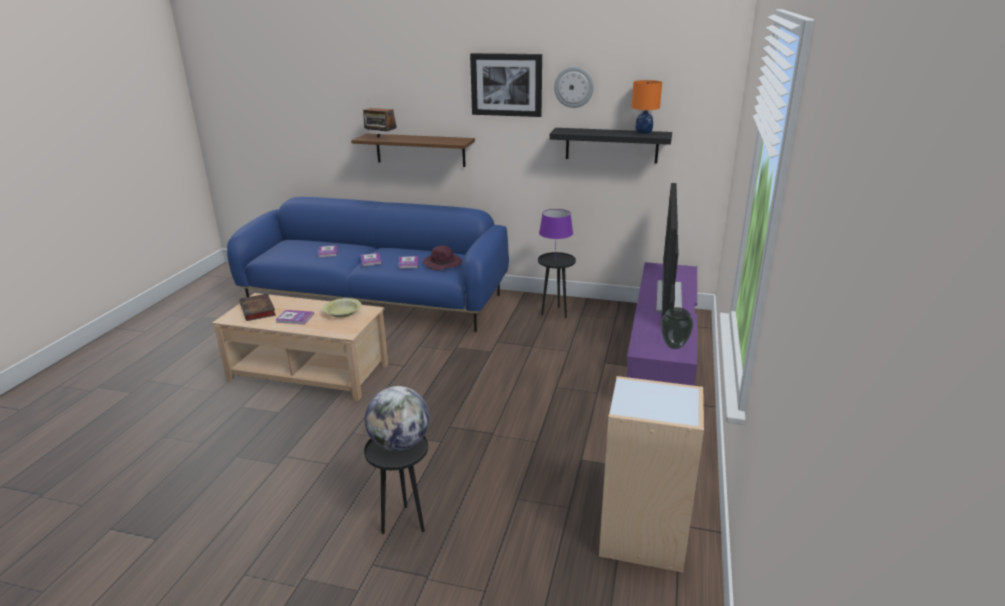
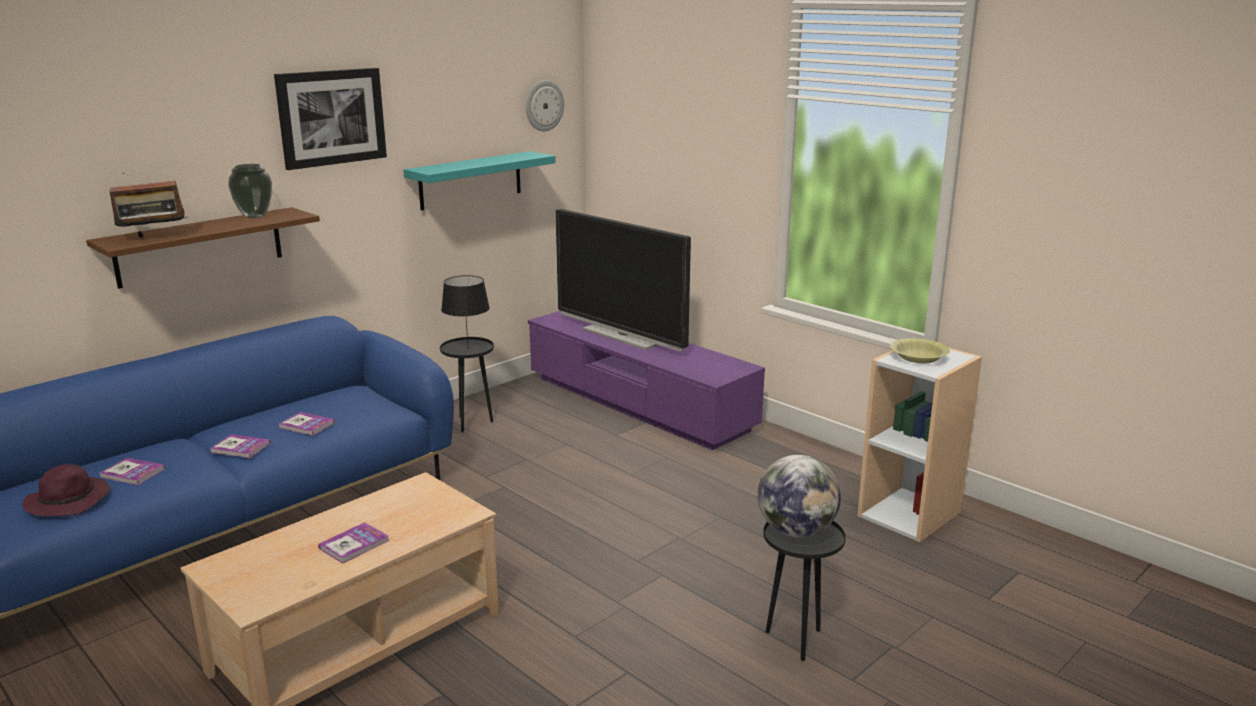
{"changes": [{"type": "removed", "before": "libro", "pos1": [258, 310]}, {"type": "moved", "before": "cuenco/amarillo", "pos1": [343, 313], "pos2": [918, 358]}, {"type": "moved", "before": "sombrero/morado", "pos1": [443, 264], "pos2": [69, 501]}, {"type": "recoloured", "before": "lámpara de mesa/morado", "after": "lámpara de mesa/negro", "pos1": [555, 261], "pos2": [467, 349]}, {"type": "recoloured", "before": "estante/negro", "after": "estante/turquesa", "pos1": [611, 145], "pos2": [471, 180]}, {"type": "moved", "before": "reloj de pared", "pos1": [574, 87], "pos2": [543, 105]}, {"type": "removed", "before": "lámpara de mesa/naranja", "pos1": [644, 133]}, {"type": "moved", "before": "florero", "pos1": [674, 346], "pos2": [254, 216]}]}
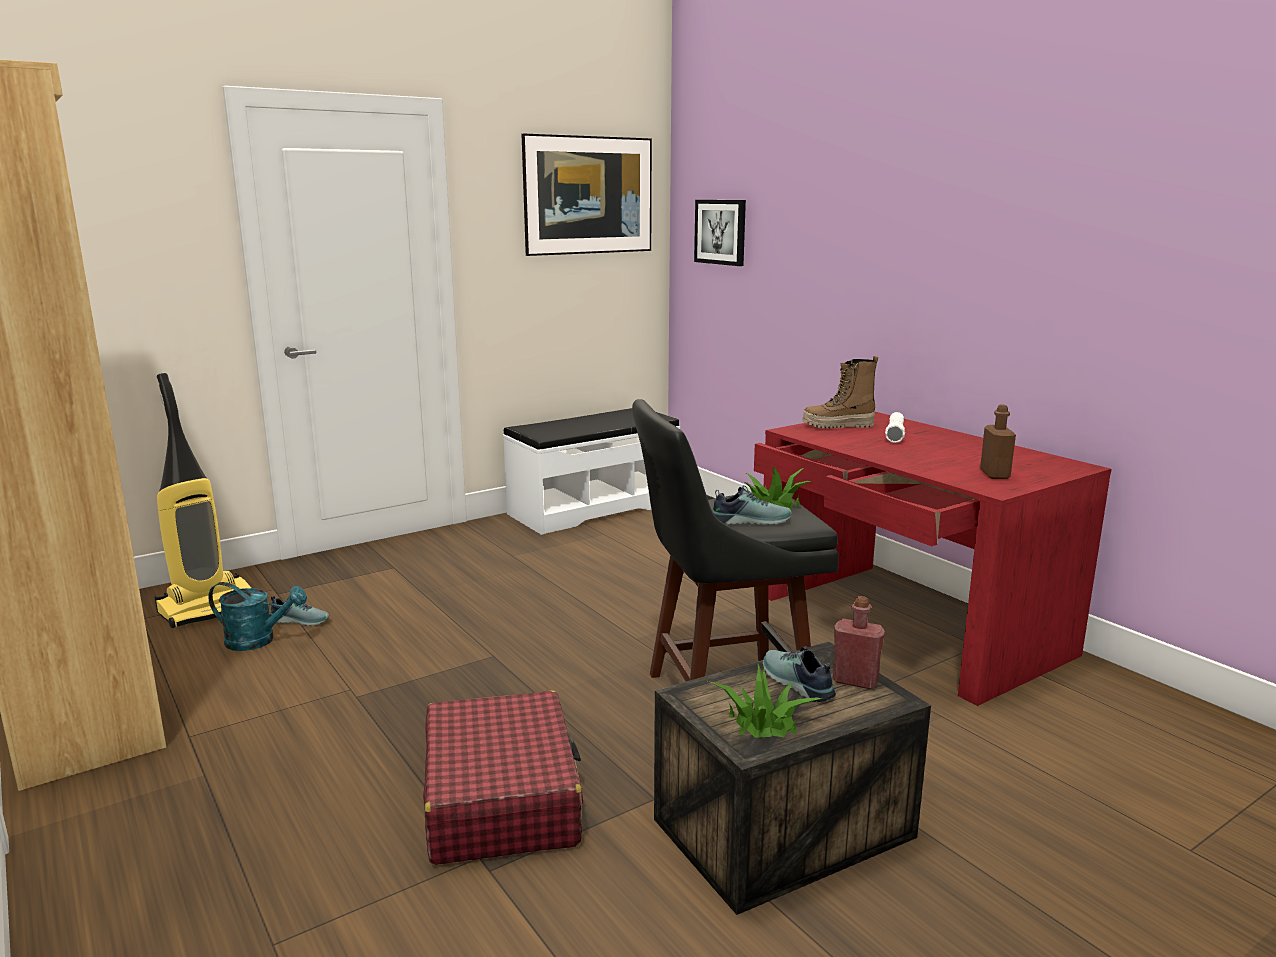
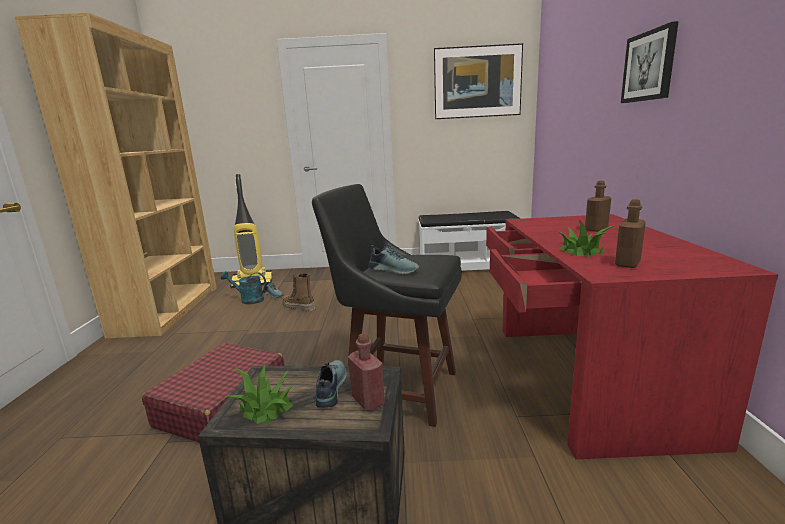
{"changes": [{"type": "turned", "before": "regadera/turquesa", "pos1": [258, 641], "pos2": [248, 300], "turn": 150}, {"type": "moved", "before": "cuadro", "pos1": [721, 232], "pos2": [649, 66]}, {"type": "moved", "before": "planta en maceta", "pos1": [774, 504], "pos2": [581, 251]}, {"type": "moved", "before": "bota", "pos1": [838, 426], "pos2": [299, 307]}, {"type": "replaced", "before": "linterna/blanco", "after": "botella/marrón", "pos1": [895, 435], "pos2": [596, 229]}]}
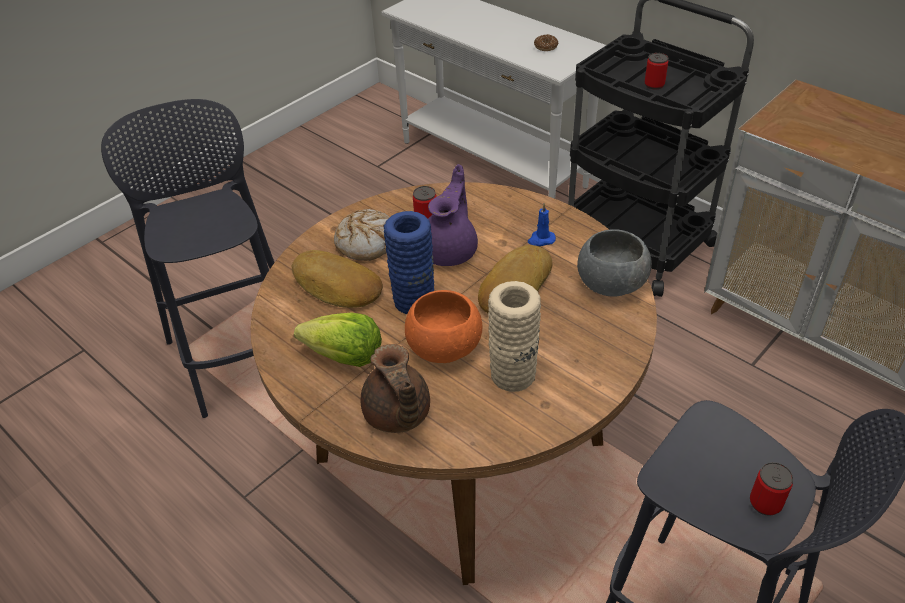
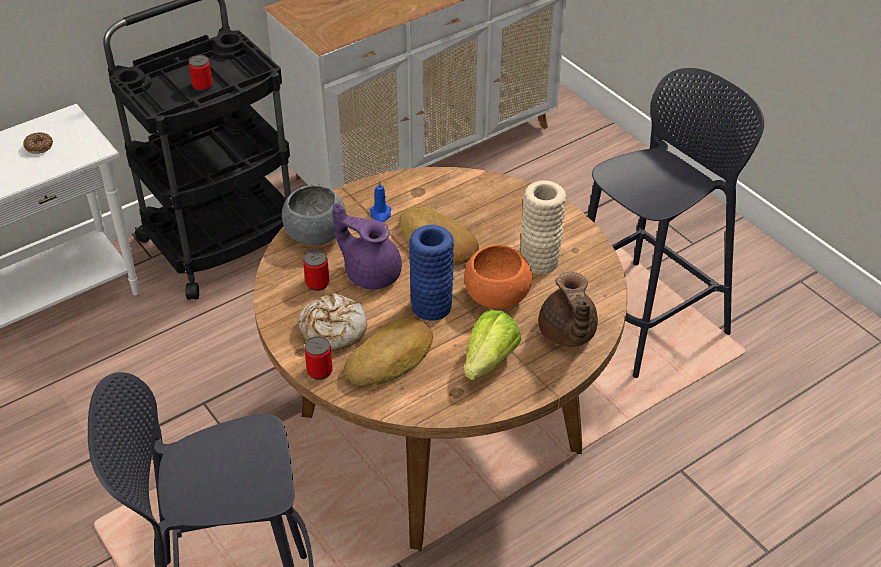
{"changes": [{"type": "turned", "before": "tetera/marrón", "pos1": [397, 415], "pos2": [567, 334], "turn": 90}, {"type": "moved", "before": "cuenco/gris", "pos1": [611, 283], "pos2": [315, 233]}, {"type": "moved", "before": "lata", "pos1": [765, 503], "pos2": [319, 371]}]}
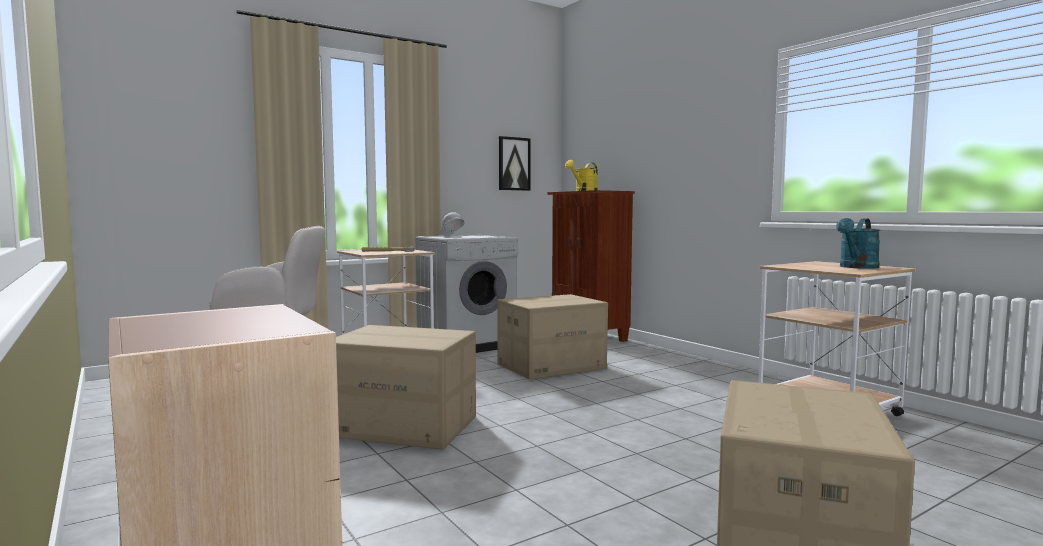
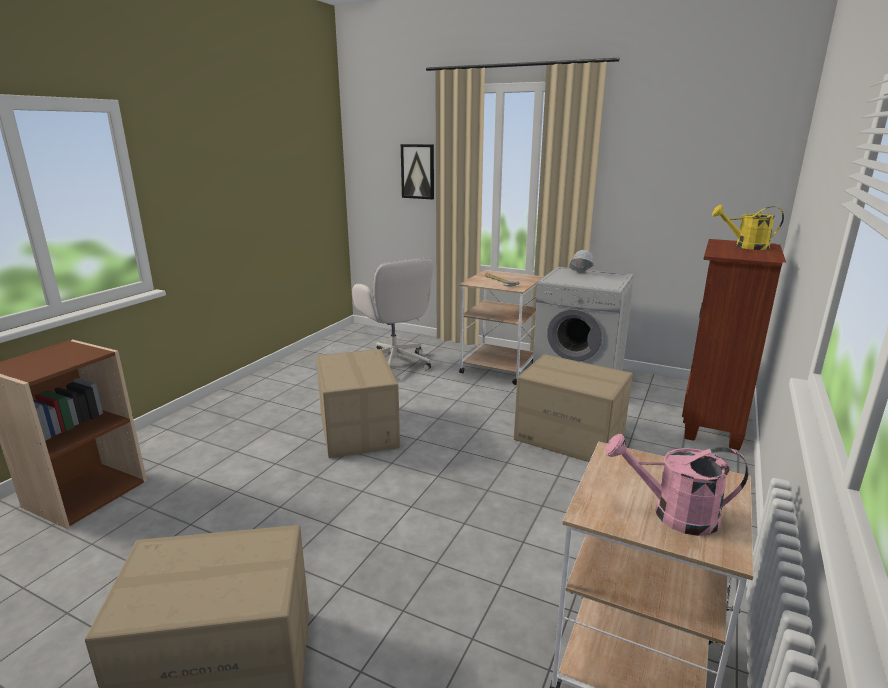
{"changes": [{"type": "moved", "before": "cuadro", "pos1": [514, 164], "pos2": [418, 171]}, {"type": "recoloured", "before": "regadera/turquesa", "after": "regadera/rosa", "pos1": [856, 267], "pos2": [673, 514]}]}
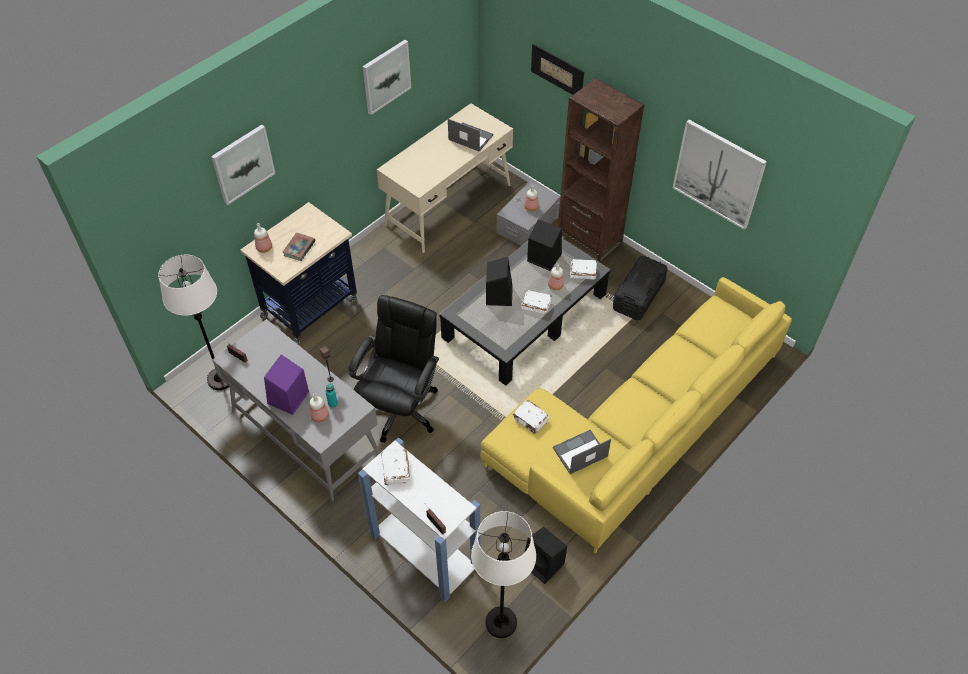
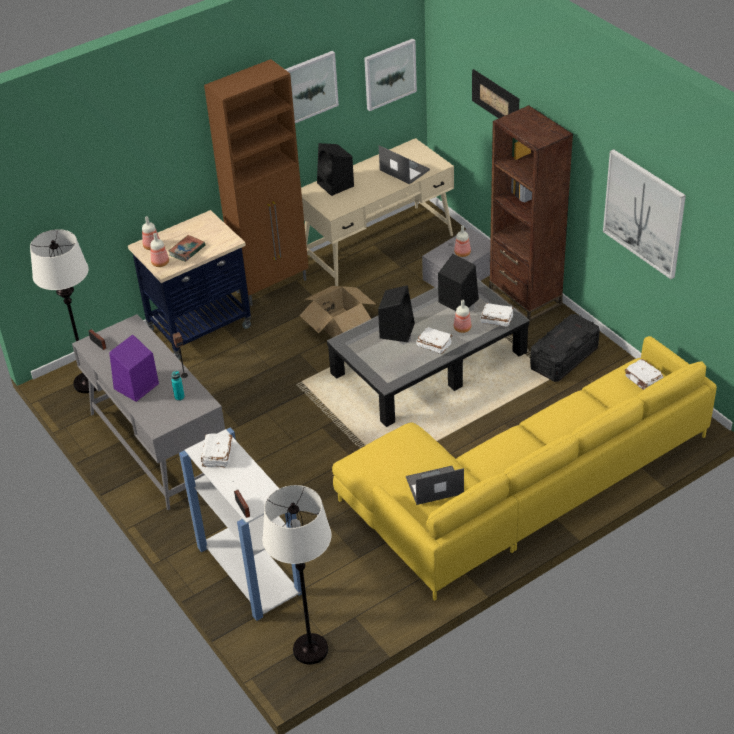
{"changes": [{"type": "moved", "before": "cuadro", "pos1": [243, 164], "pos2": [389, 74]}, {"type": "moved", "before": "botella", "pos1": [320, 415], "pos2": [161, 263]}, {"type": "removed", "before": "silla de oficina/negro", "pos1": [400, 409]}, {"type": "moved", "before": "libro/blanco", "pos1": [531, 420], "pos2": [643, 380]}, {"type": "moved", "before": "altavoz/negro", "pos1": [544, 564], "pos2": [336, 185]}, {"type": "added", "after": "armario/marrón", "pos2": [272, 286]}, {"type": "added", "after": "caja de cartón", "pos2": [338, 323]}]}
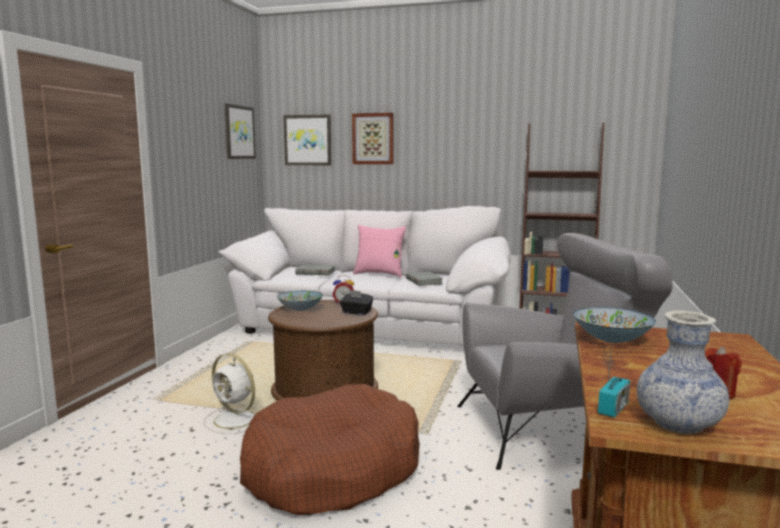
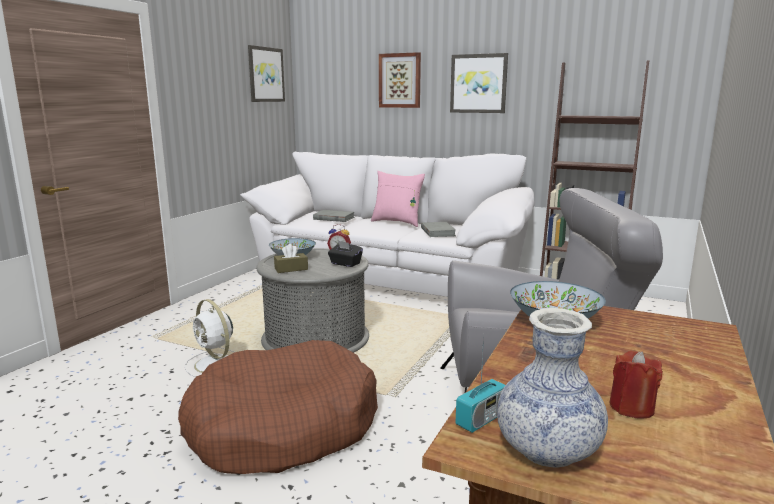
{"changes": [{"type": "recoloured", "before": "mesa de centro/marrón", "after": "mesa de centro/gris", "pos1": [325, 388], "pos2": [315, 338]}, {"type": "moved", "before": "cuadro", "pos1": [308, 140], "pos2": [478, 83]}, {"type": "added", "after": "caja de pañuelos/marrón", "pos2": [291, 269]}]}
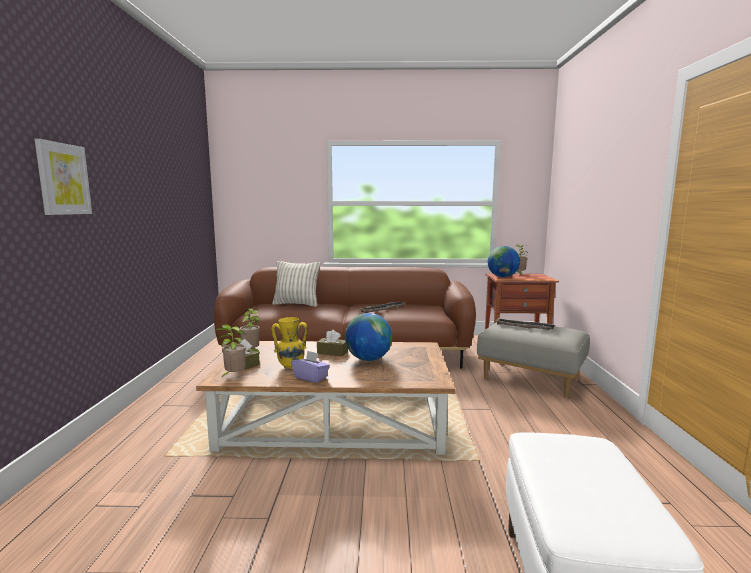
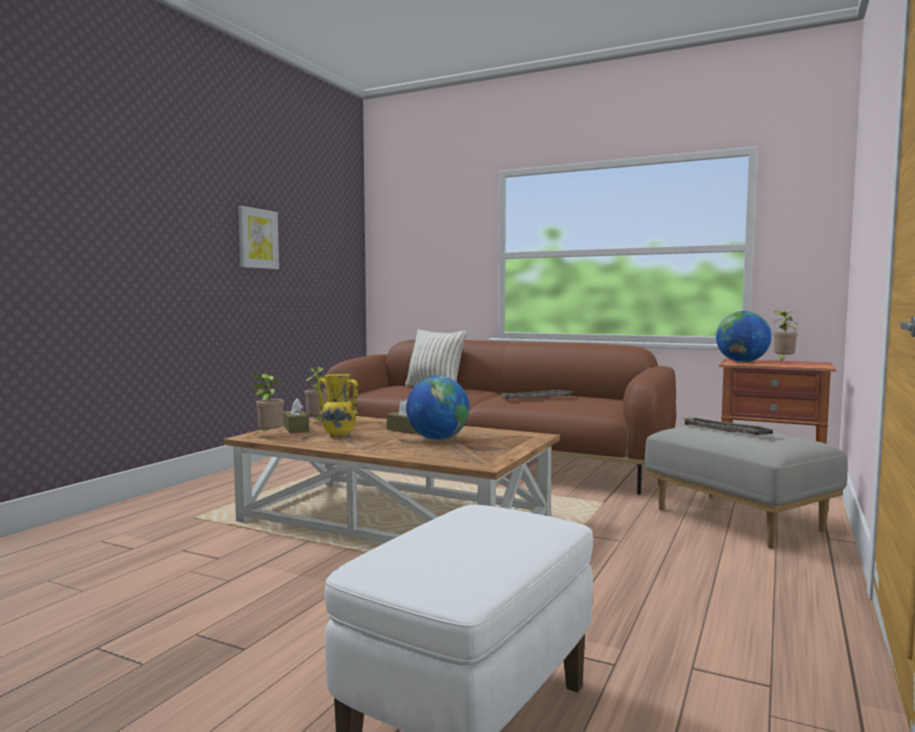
{"changes": [{"type": "moved", "before": "cuadro", "pos1": [63, 179], "pos2": [257, 238]}, {"type": "removed", "before": "caja de pañuelos/morado", "pos1": [311, 377]}]}
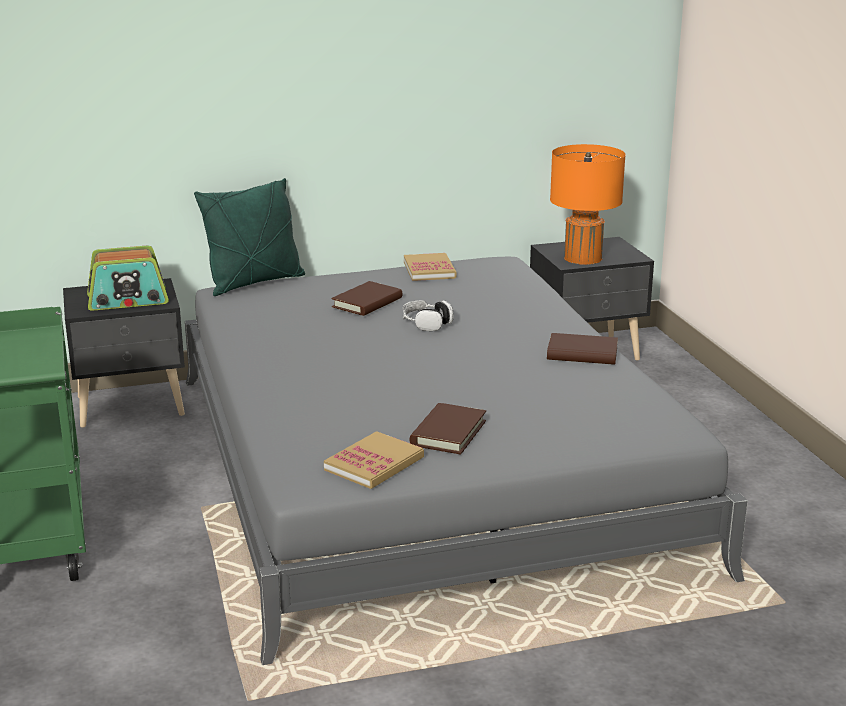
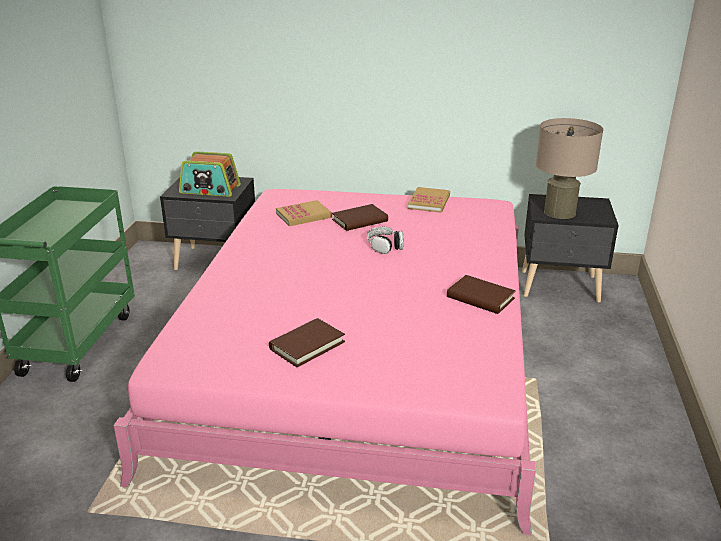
{"changes": [{"type": "recoloured", "before": "cama/gris", "after": "cama/rosa", "pos1": [422, 467], "pos2": [360, 355]}, {"type": "removed", "before": "cojín/verde", "pos1": [254, 283]}, {"type": "moved", "before": "libro", "pos1": [374, 464], "pos2": [303, 215]}, {"type": "recoloured", "before": "lámpara de mesa/naranja", "after": "lámpara de mesa/beis", "pos1": [582, 258], "pos2": [559, 212]}]}
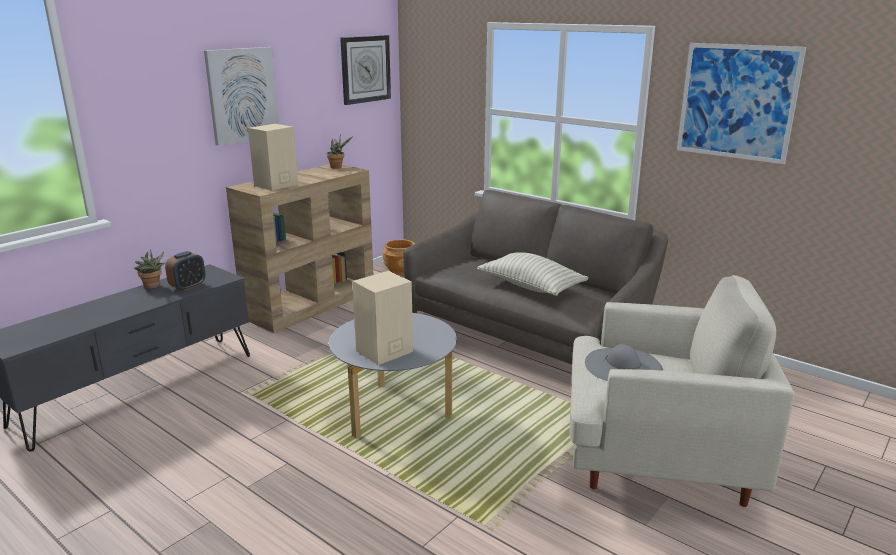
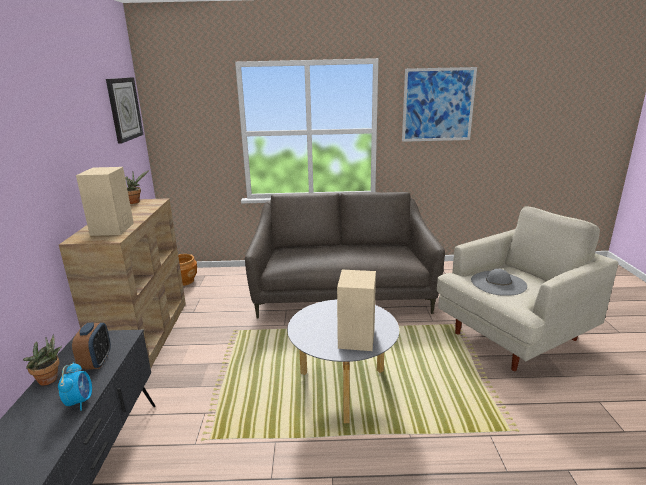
{"changes": [{"type": "removed", "before": "cuadro", "pos1": [242, 95]}, {"type": "removed", "before": "cojín", "pos1": [531, 287]}, {"type": "added", "after": "despertador", "pos2": [80, 401]}]}
